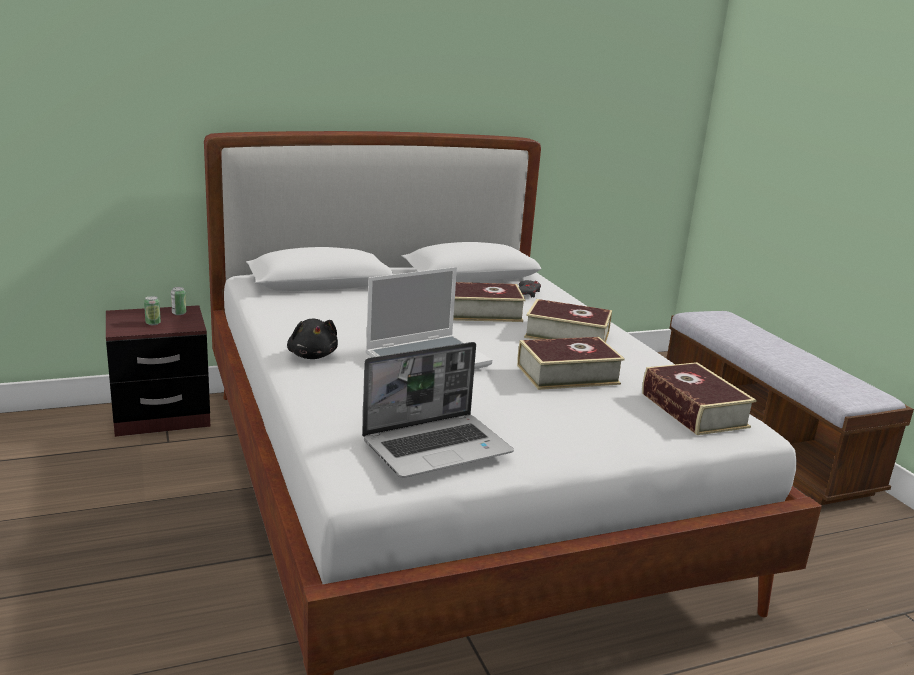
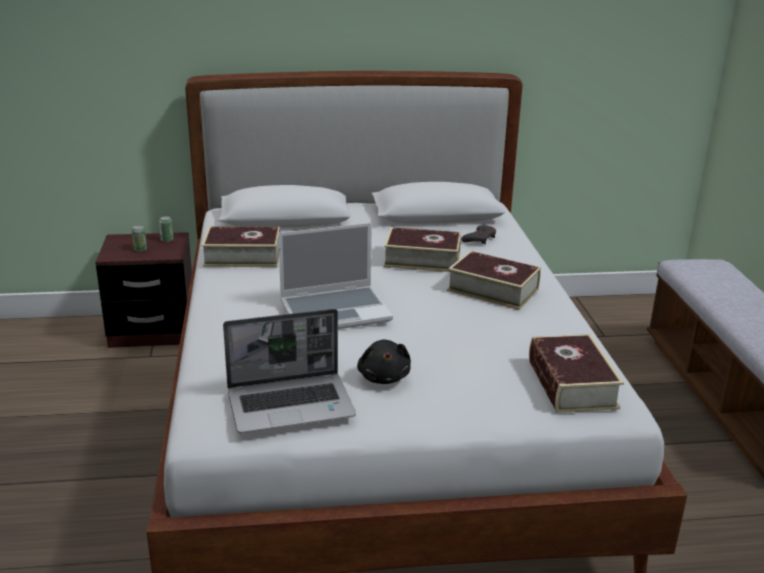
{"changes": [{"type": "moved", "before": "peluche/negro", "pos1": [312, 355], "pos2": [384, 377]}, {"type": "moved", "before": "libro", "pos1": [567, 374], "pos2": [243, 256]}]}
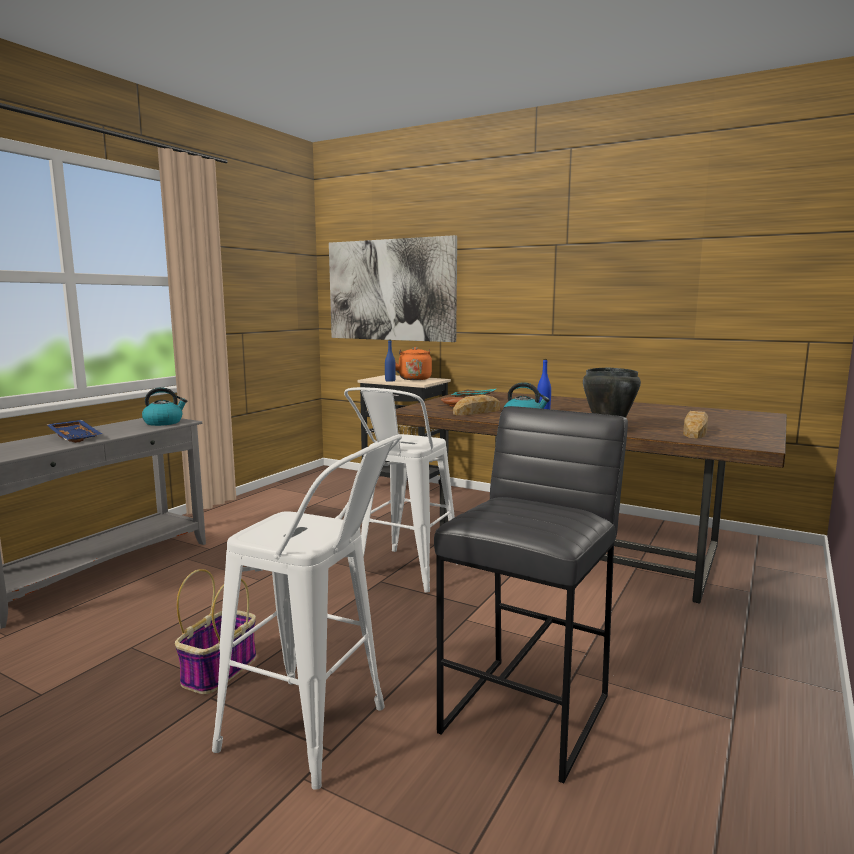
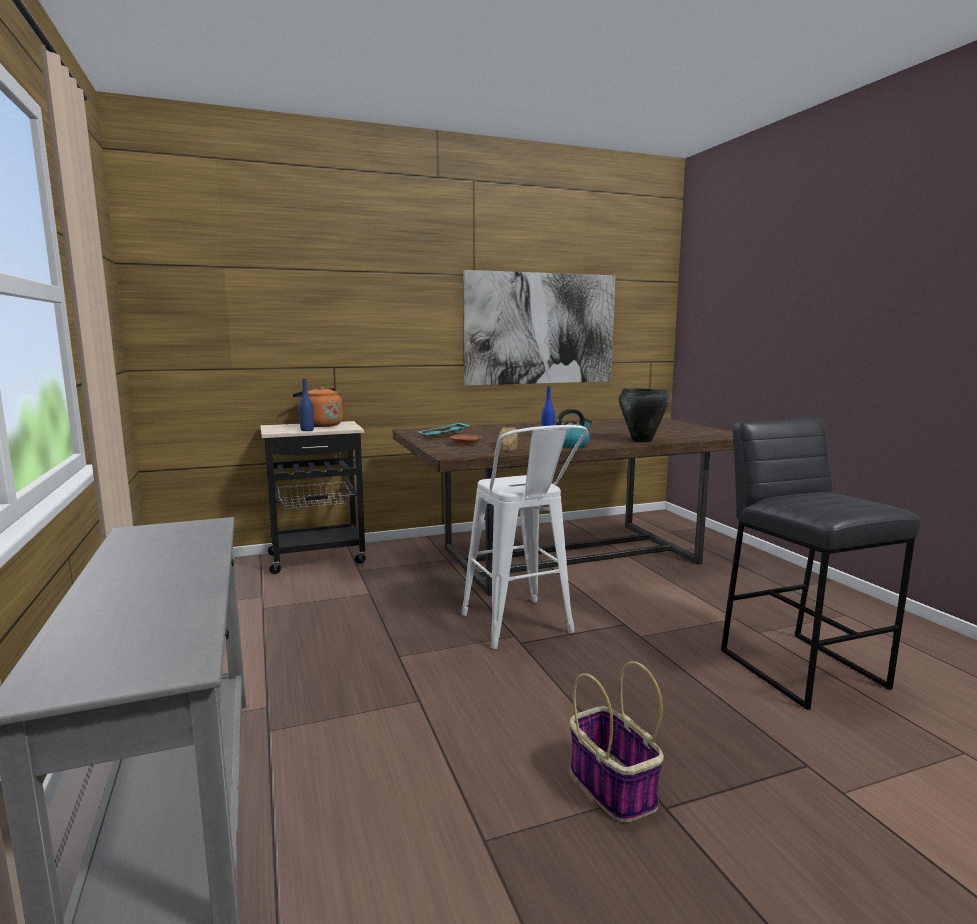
{"changes": [{"type": "removed", "before": "bandeja/azul", "pos1": [76, 437]}, {"type": "removed", "before": "hervidor", "pos1": [164, 422]}, {"type": "removed", "before": "taburete/blanco", "pos1": [318, 734]}, {"type": "moved", "before": "cuadro", "pos1": [391, 290], "pos2": [540, 329]}, {"type": "removed", "before": "pan", "pos1": [695, 431]}]}
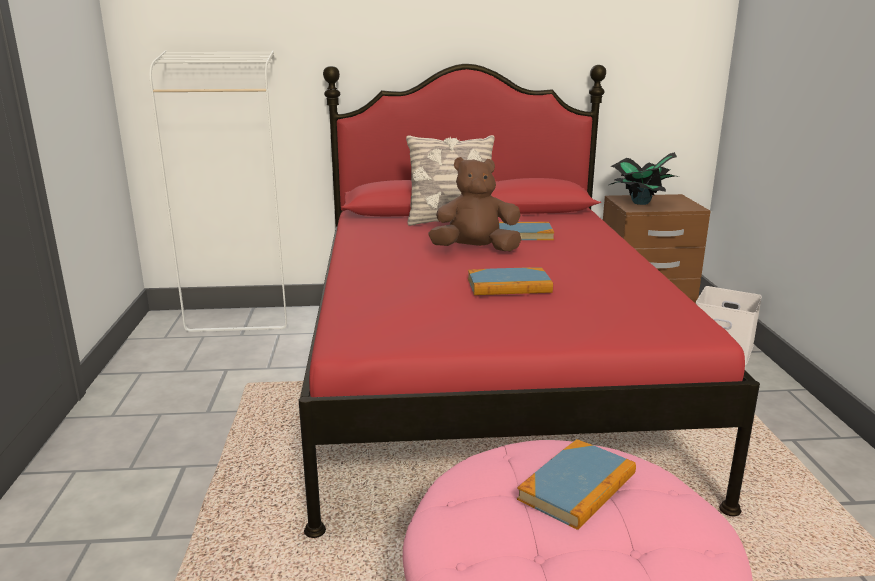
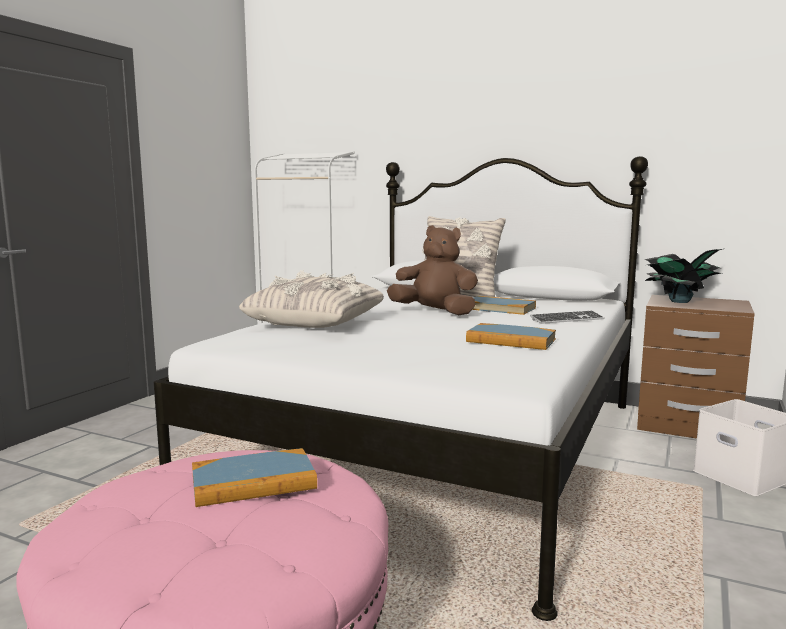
{"changes": [{"type": "recoloured", "before": "cama/rojo", "after": "cama/blanco", "pos1": [486, 384], "pos2": [438, 448]}, {"type": "moved", "before": "libro", "pos1": [509, 285], "pos2": [511, 340]}, {"type": "added", "after": "cojín/beis", "pos2": [315, 324]}, {"type": "added", "after": "teclado", "pos2": [567, 319]}]}
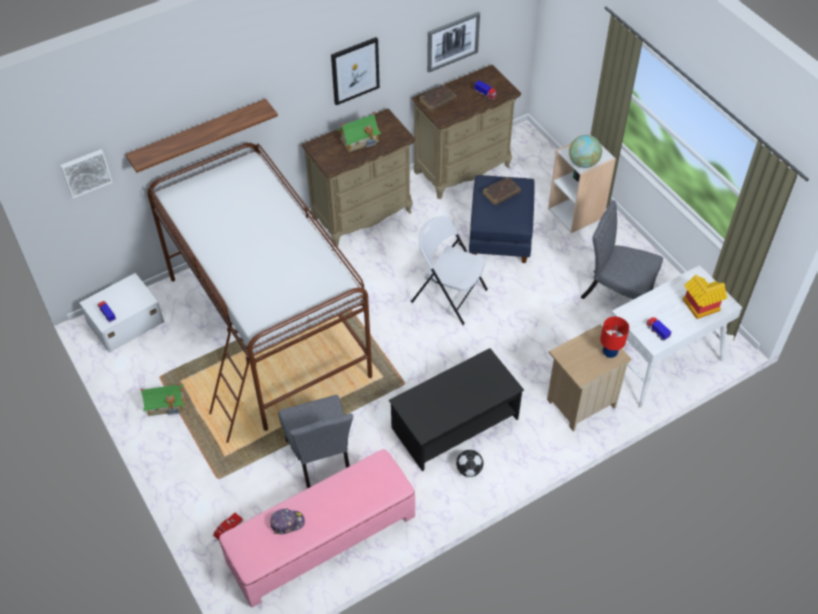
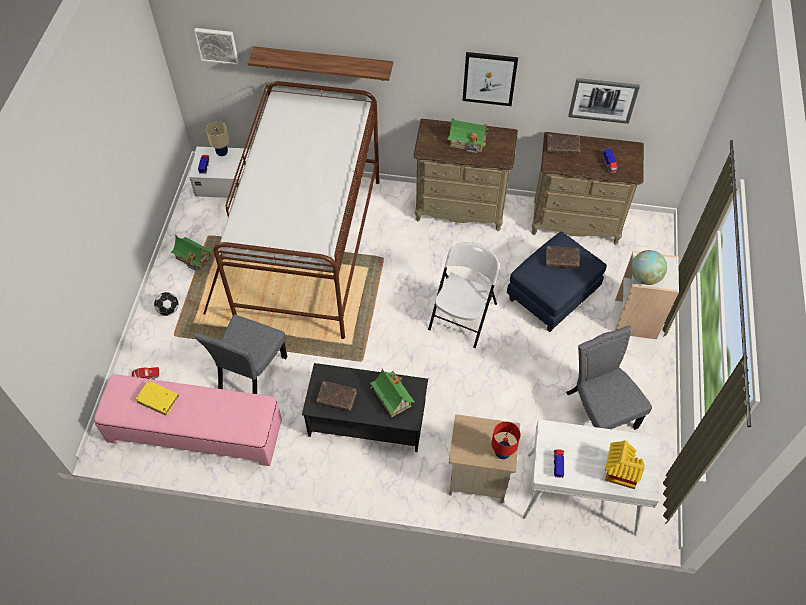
{"changes": [{"type": "replaced", "before": "gorra", "after": "libro/amarillo", "pos1": [287, 523], "pos2": [158, 400]}, {"type": "turned", "before": "silla/blanco", "pos1": [449, 295], "pos2": [463, 316], "turn": 45}, {"type": "moved", "before": "balón de fútbol", "pos1": [468, 469], "pos2": [168, 309]}, {"type": "added", "after": "lámpara de mesa/beis", "pos2": [222, 153]}, {"type": "added", "after": "libro/marrón", "pos2": [336, 398]}, {"type": "added", "after": "casita", "pos2": [392, 397]}]}
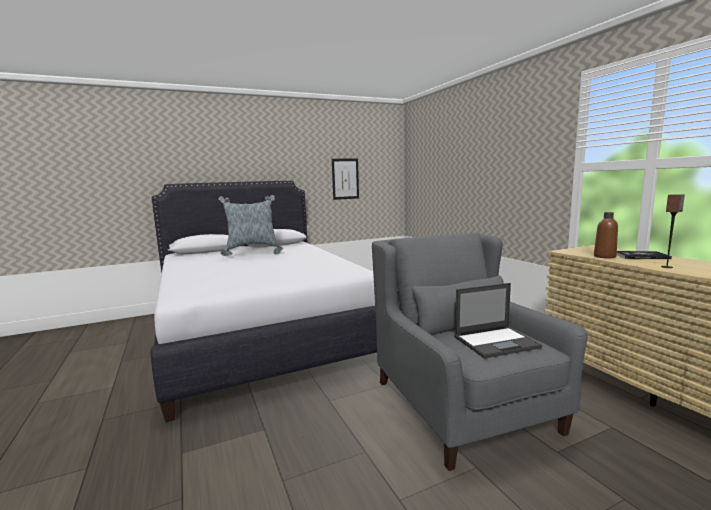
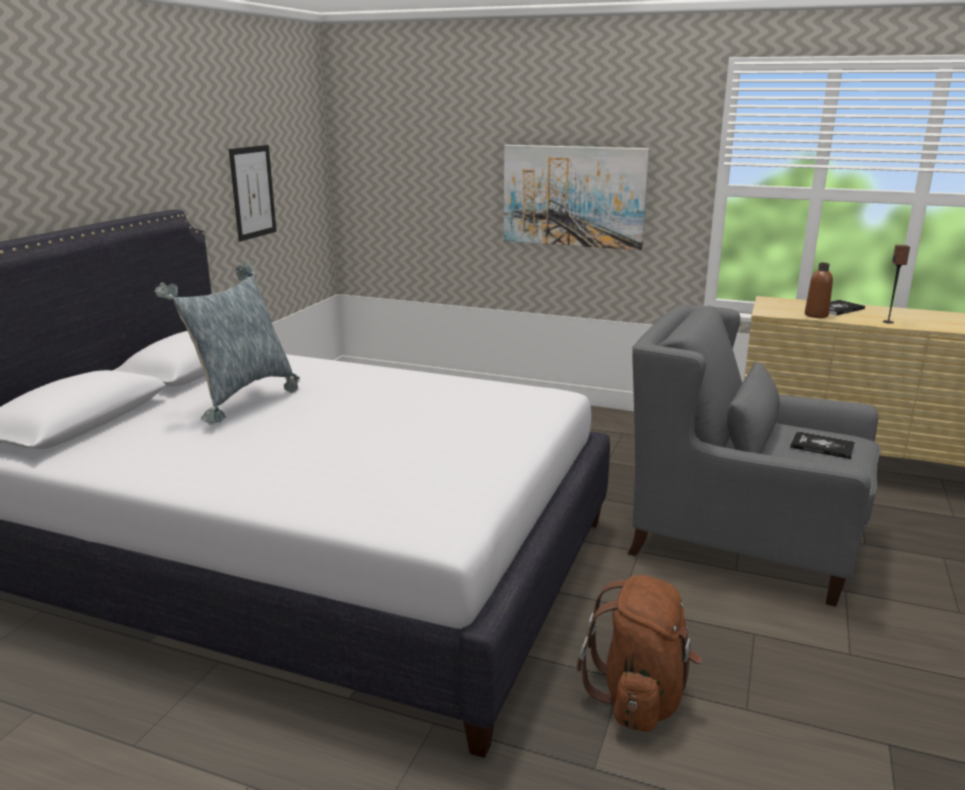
{"changes": [{"type": "replaced", "before": "portátil", "after": "libro", "pos1": [497, 342], "pos2": [822, 446]}, {"type": "added", "after": "cuadro", "pos2": [573, 196]}, {"type": "added", "after": "mochila/marrón", "pos2": [640, 697]}]}
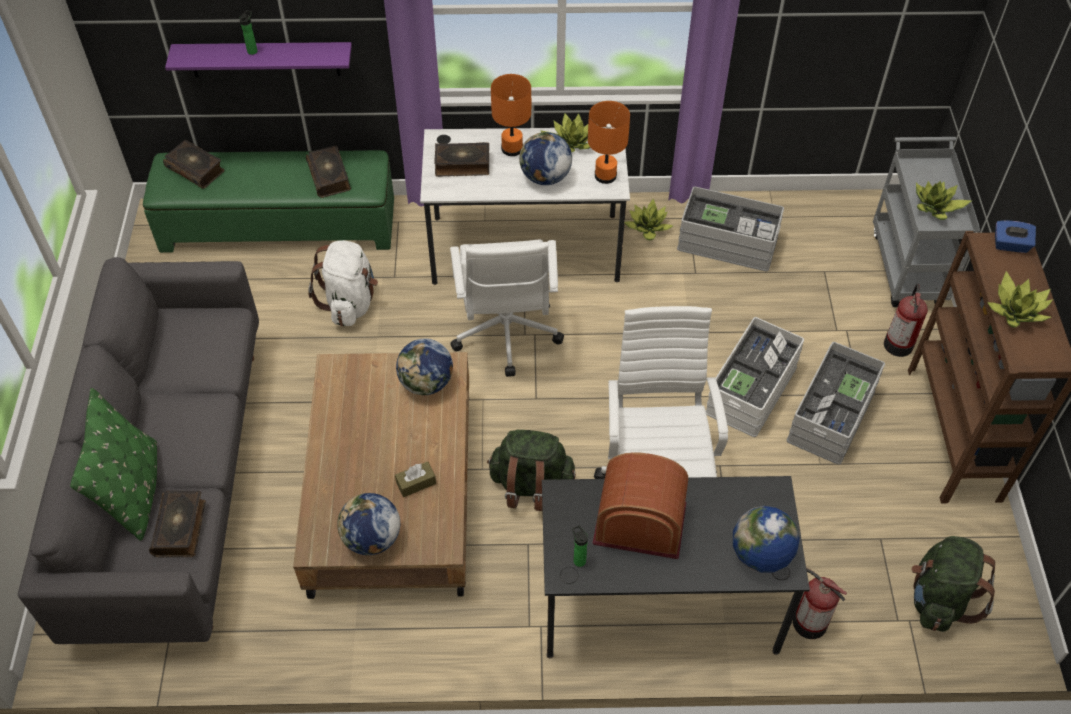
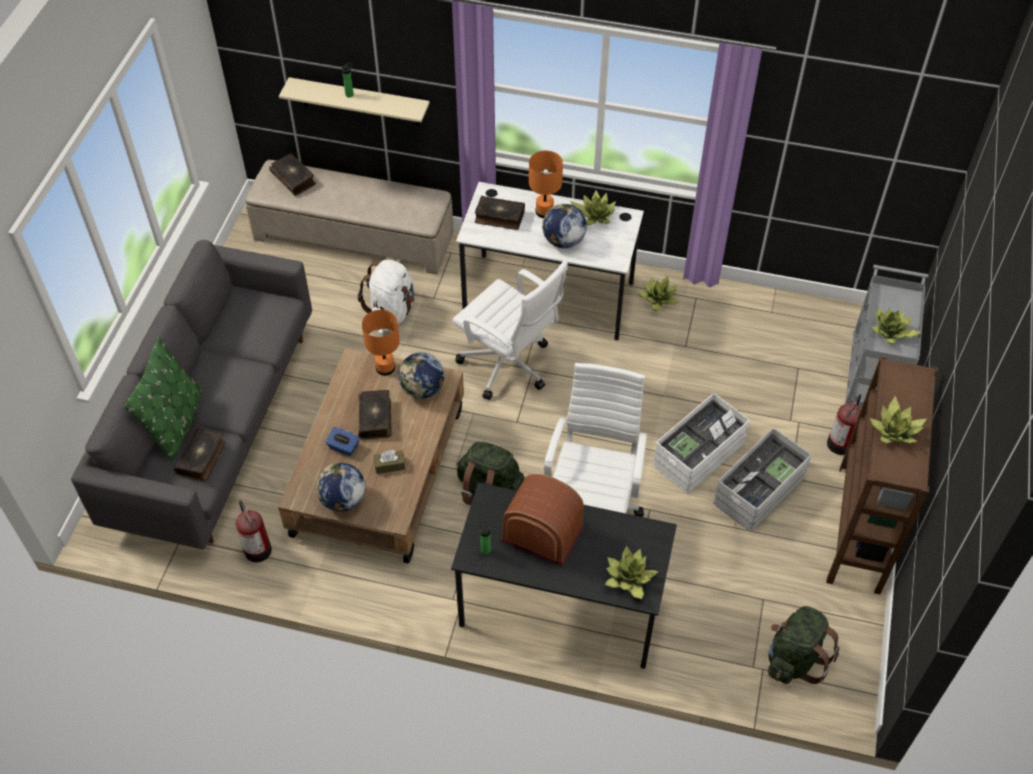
{"changes": [{"type": "recoloured", "before": "banco/verde", "after": "banco/beis", "pos1": [280, 224], "pos2": [355, 235]}, {"type": "recoloured", "before": "estante/morado", "after": "estante/beis", "pos1": [264, 59], "pos2": [360, 102]}, {"type": "moved", "before": "libro", "pos1": [329, 177], "pos2": [376, 418]}, {"type": "turned", "before": "silla de oficina/blanco", "pos1": [506, 337], "pos2": [509, 366], "turn": -60}, {"type": "moved", "before": "lámpara de mesa/naranja", "pos1": [605, 175], "pos2": [385, 367]}, {"type": "removed", "before": "caja de almacenaje/gris", "pos1": [728, 242]}, {"type": "replaced", "before": "globo terráqueo", "after": "planta en maceta", "pos1": [760, 555], "pos2": [629, 579]}, {"type": "moved", "before": "extintor", "pos1": [808, 621], "pos2": [257, 548]}, {"type": "moved", "before": "caja de pañuelos/azul", "pos1": [1010, 245], "pos2": [343, 447]}]}
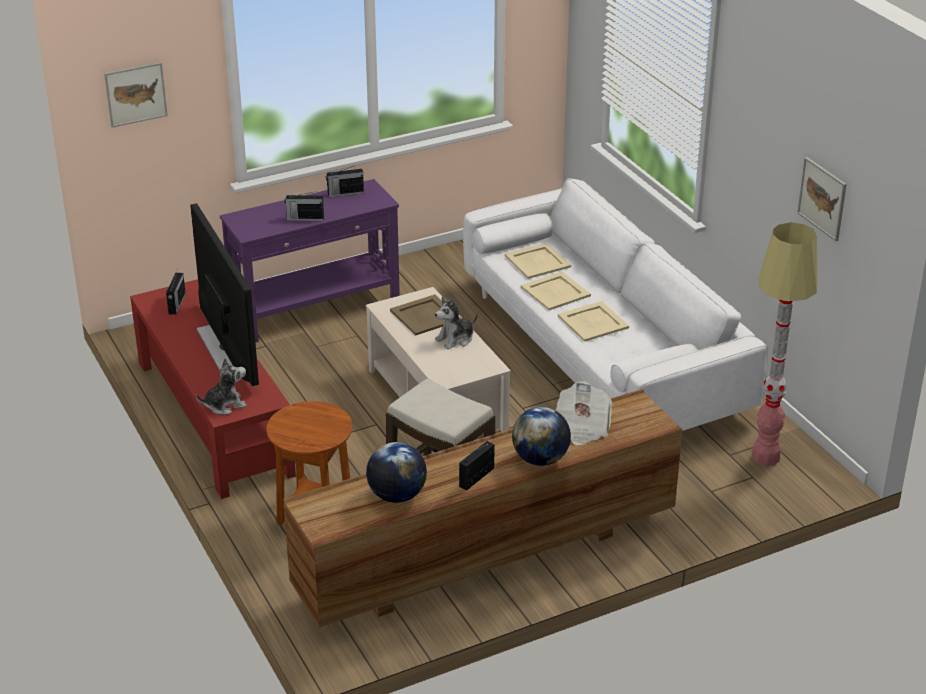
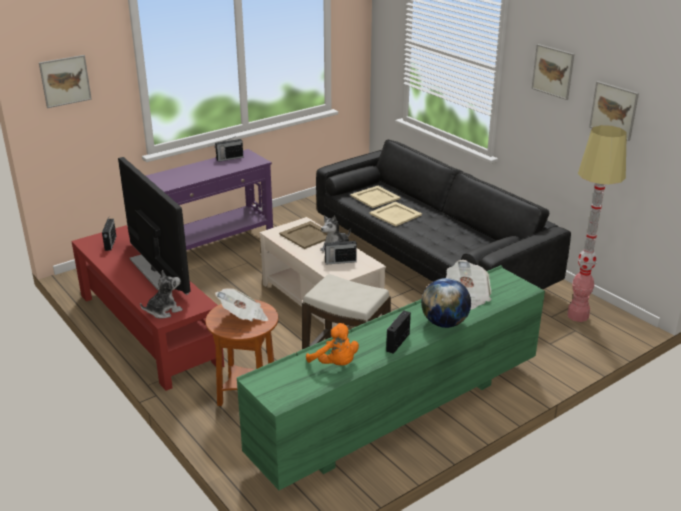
{"changes": [{"type": "recoloured", "before": "armario/marrón", "after": "armario/verde", "pos1": [487, 561], "pos2": [400, 416]}, {"type": "moved", "before": "radio", "pos1": [304, 218], "pos2": [340, 261]}, {"type": "replaced", "before": "globo terráqueo", "after": "peluche/naranja", "pos1": [396, 496], "pos2": [335, 364]}, {"type": "recoloured", "before": "sofá/blanco", "after": "sofá/negro", "pos1": [602, 353], "pos2": [430, 258]}, {"type": "removed", "before": "bandeja/beis", "pos1": [592, 322]}, {"type": "added", "after": "periódico", "pos2": [243, 317]}, {"type": "added", "after": "cuadro", "pos2": [553, 71]}]}
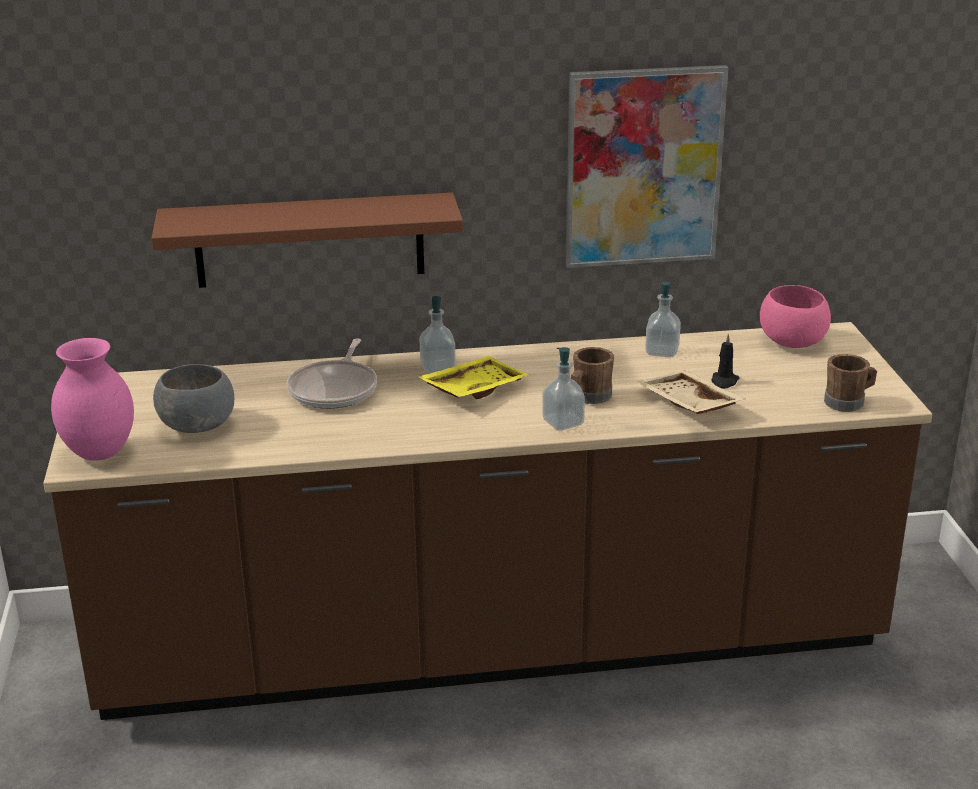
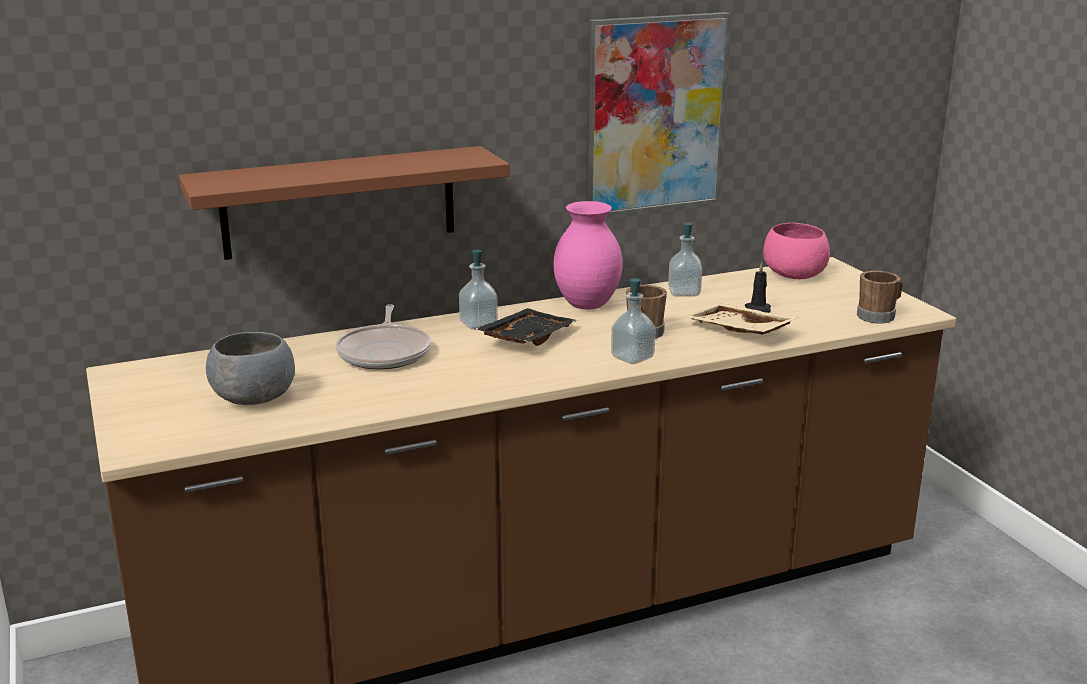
{"changes": [{"type": "moved", "before": "florero/rosa", "pos1": [101, 453], "pos2": [588, 305]}, {"type": "recoloured", "before": "bandeja/amarillo", "after": "bandeja/negro", "pos1": [473, 389], "pos2": [525, 338]}]}
